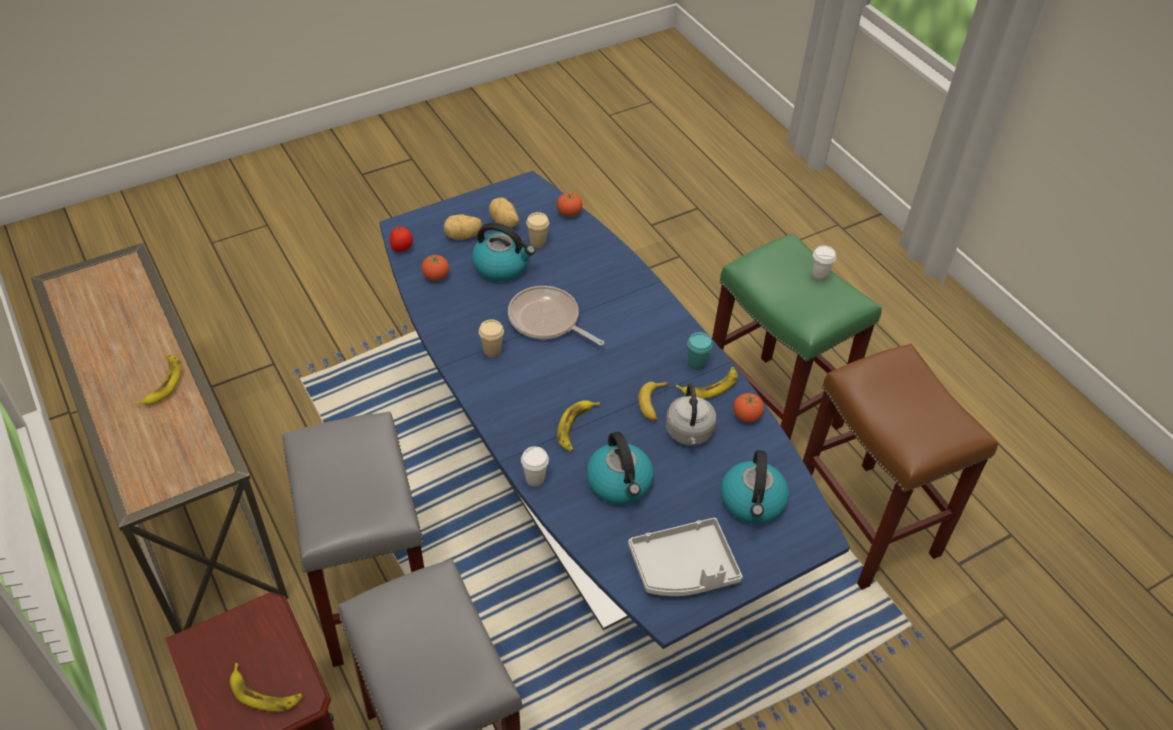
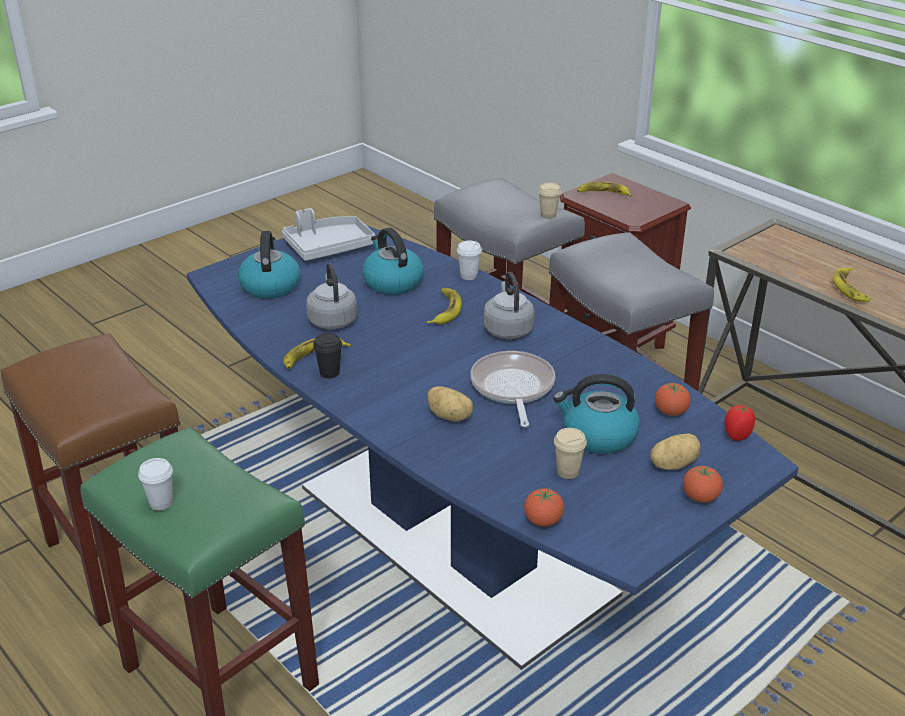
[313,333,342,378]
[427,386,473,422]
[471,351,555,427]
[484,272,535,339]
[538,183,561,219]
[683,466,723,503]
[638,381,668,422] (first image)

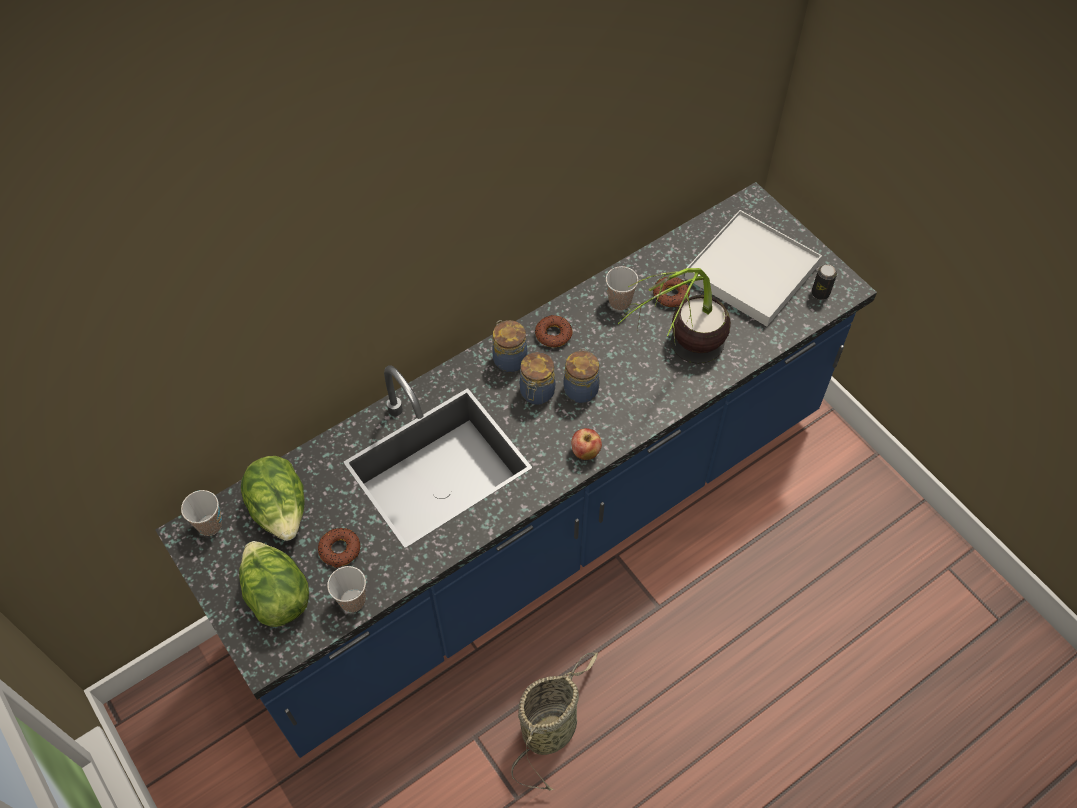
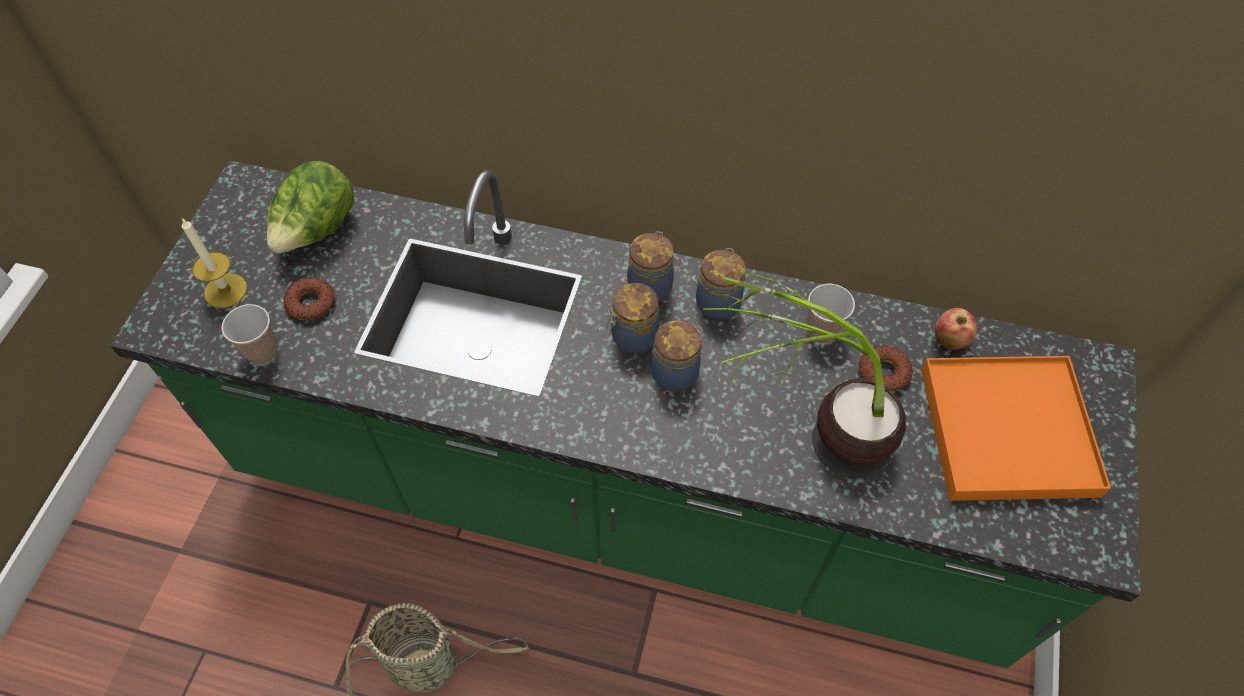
[110,160,1141,668]
[182,218,247,308]
[696,248,746,320]
[921,356,1111,501]
[935,308,977,350]
[181,490,222,536] (first image)
[811,265,837,300] (first image)

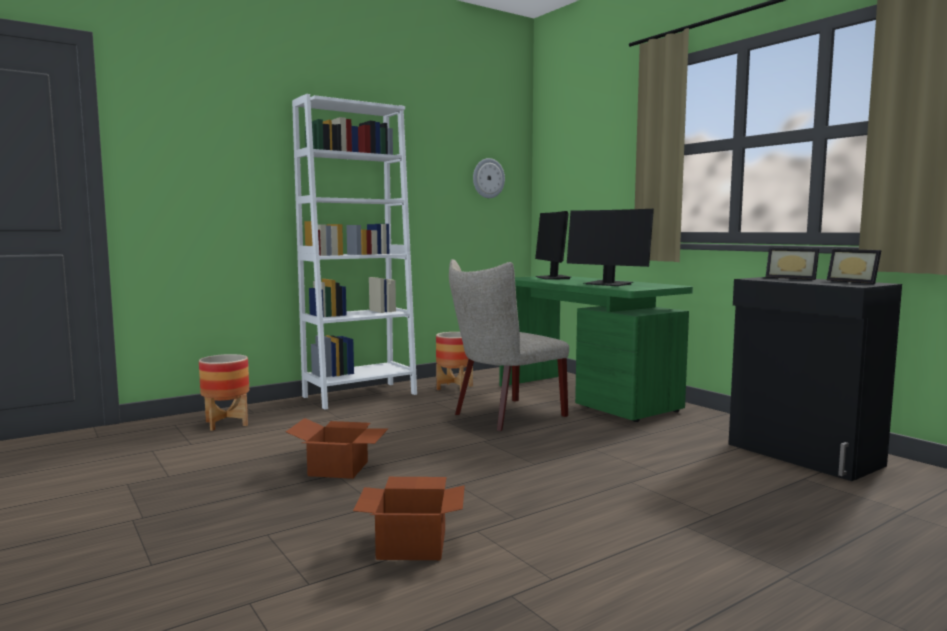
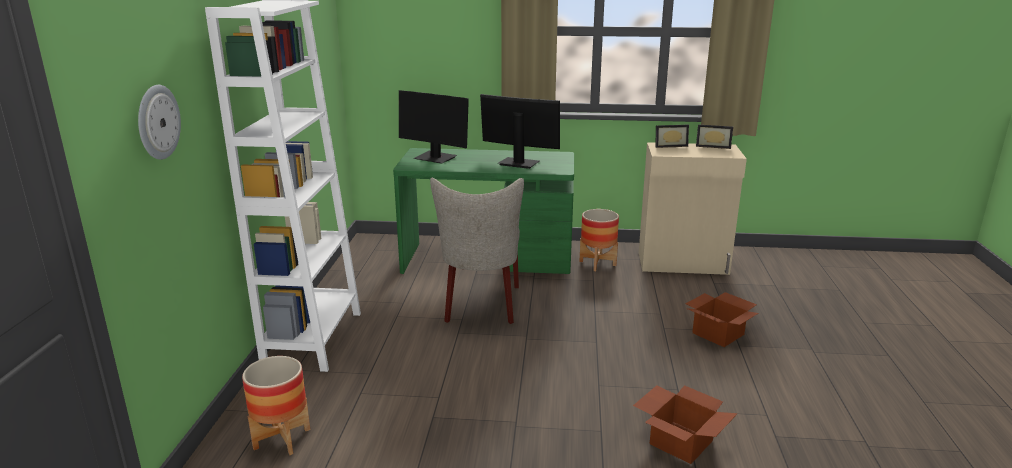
[138,85,181,160]
[480,94,560,169]
[579,209,619,271]
[639,142,747,275]
[685,292,759,347]

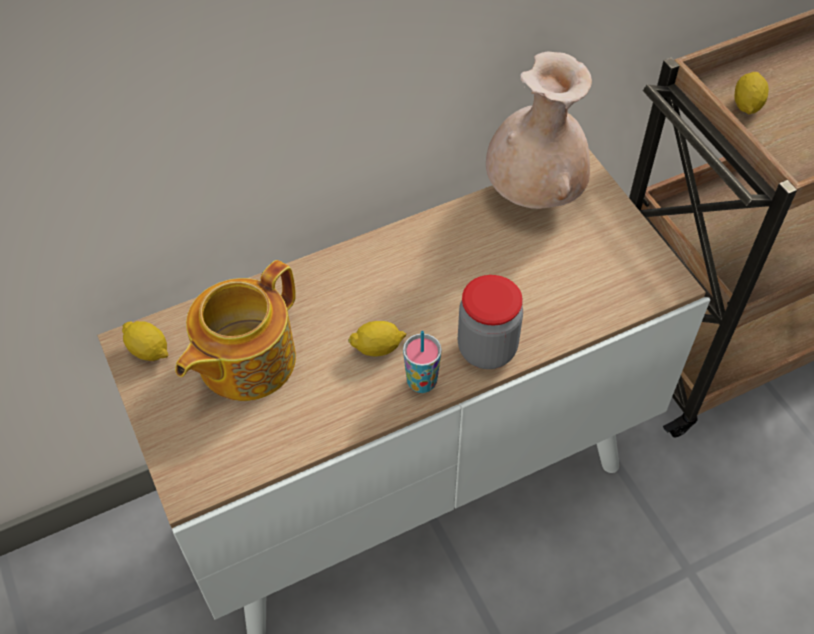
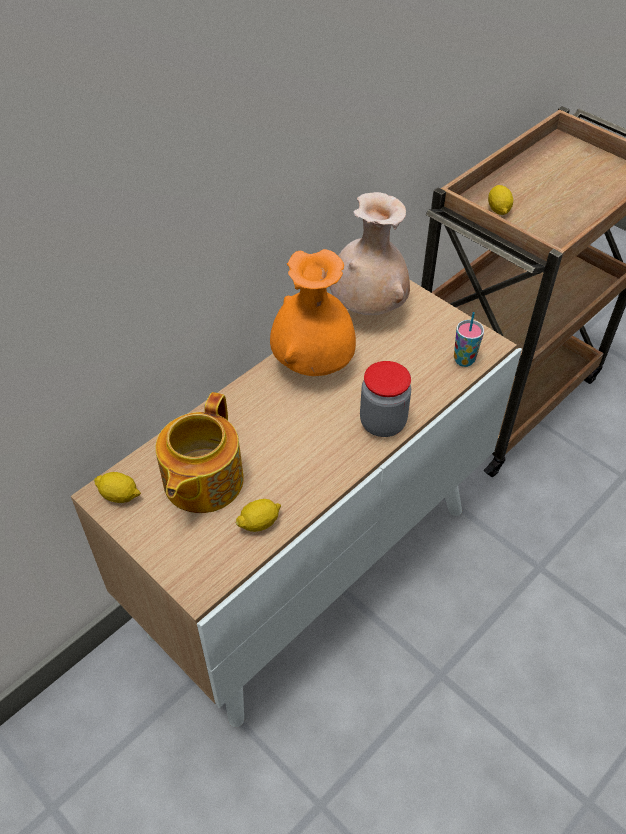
[236,499,281,532]
[270,249,356,376]
[454,312,484,367]

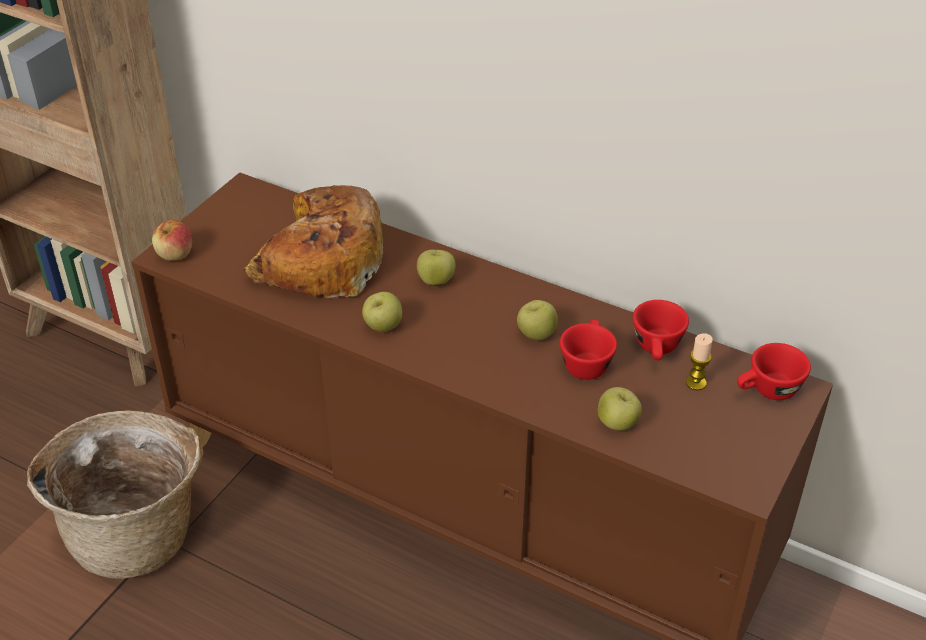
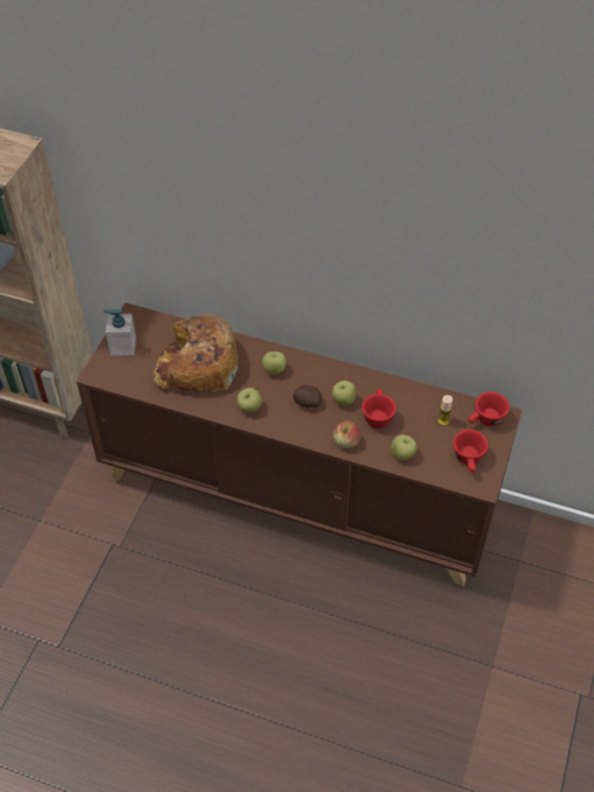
[103,309,136,356]
[293,385,322,407]
[333,421,360,449]
[453,429,488,472]
[27,410,204,579] (first image)

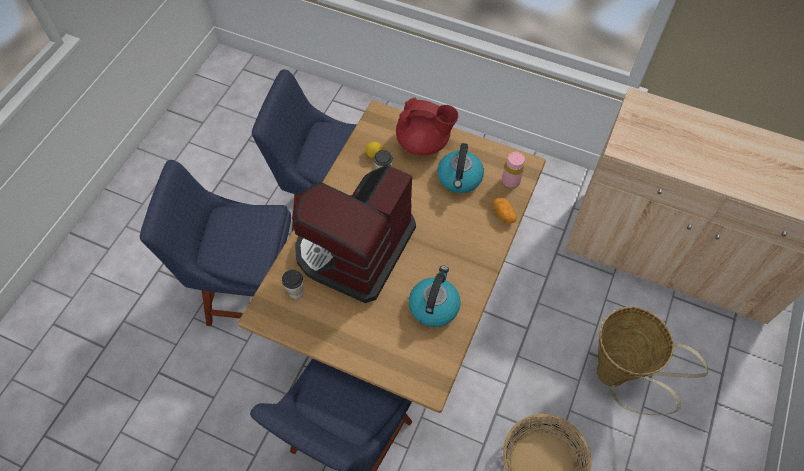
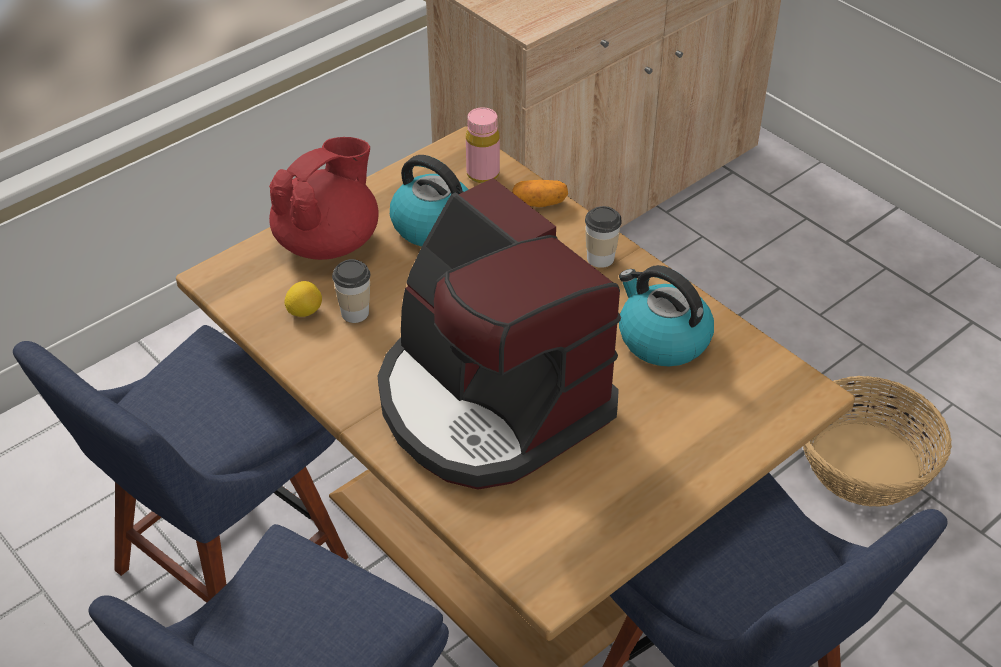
[585,206,622,268]
[597,307,709,415] (first image)

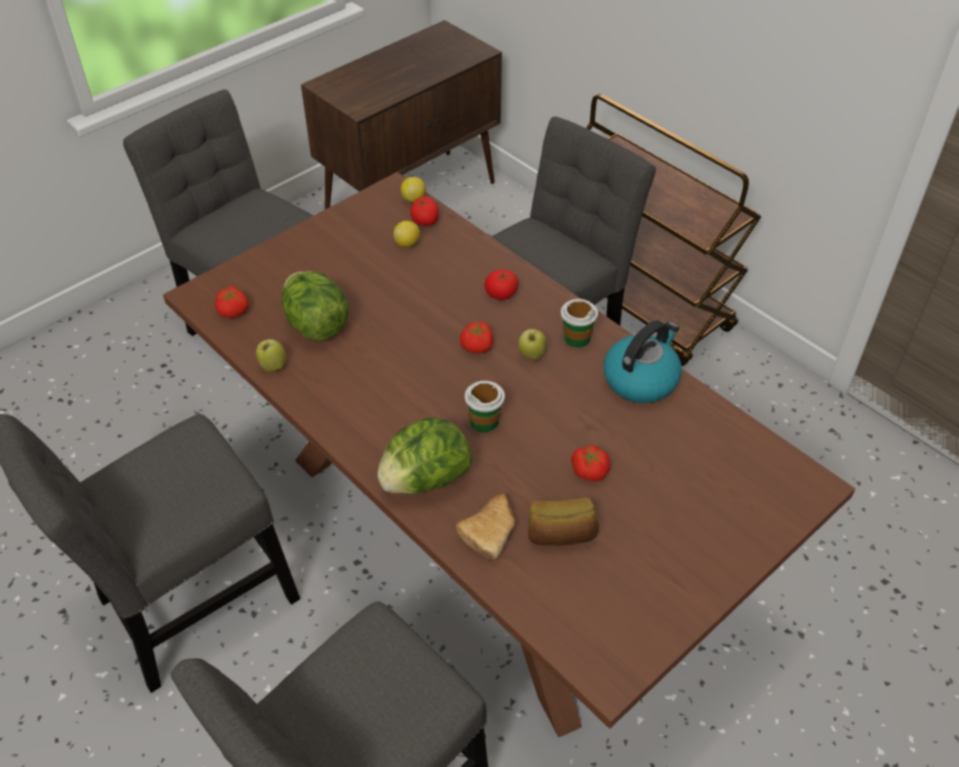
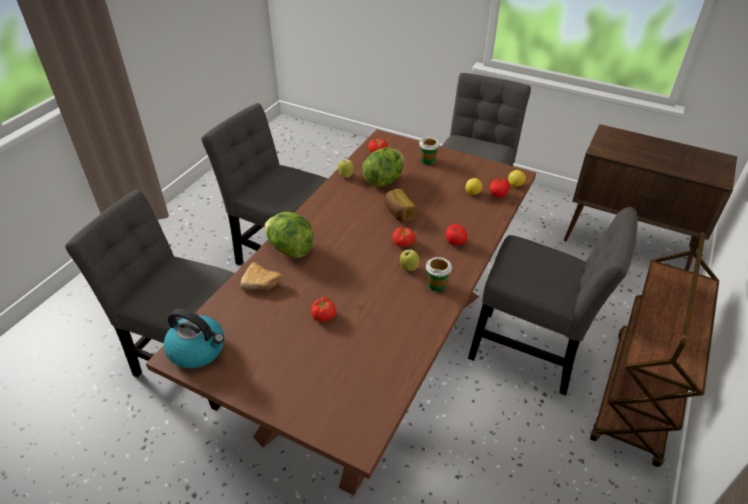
[164,309,224,368]
[384,189,416,222]
[419,137,440,165]

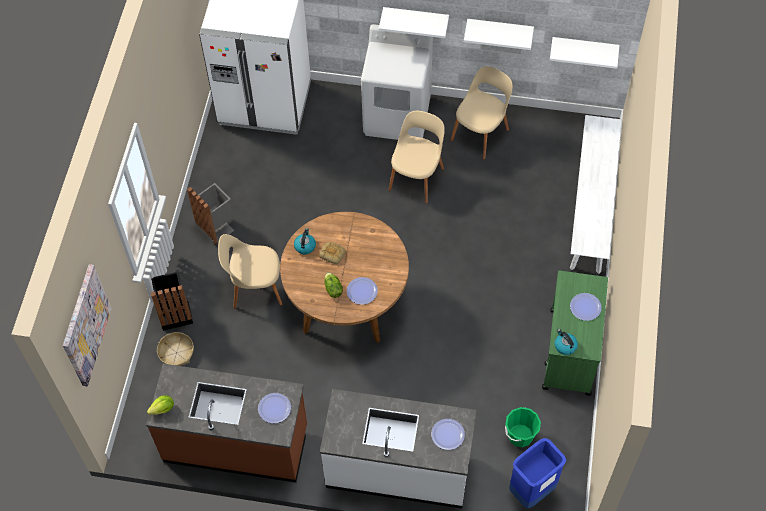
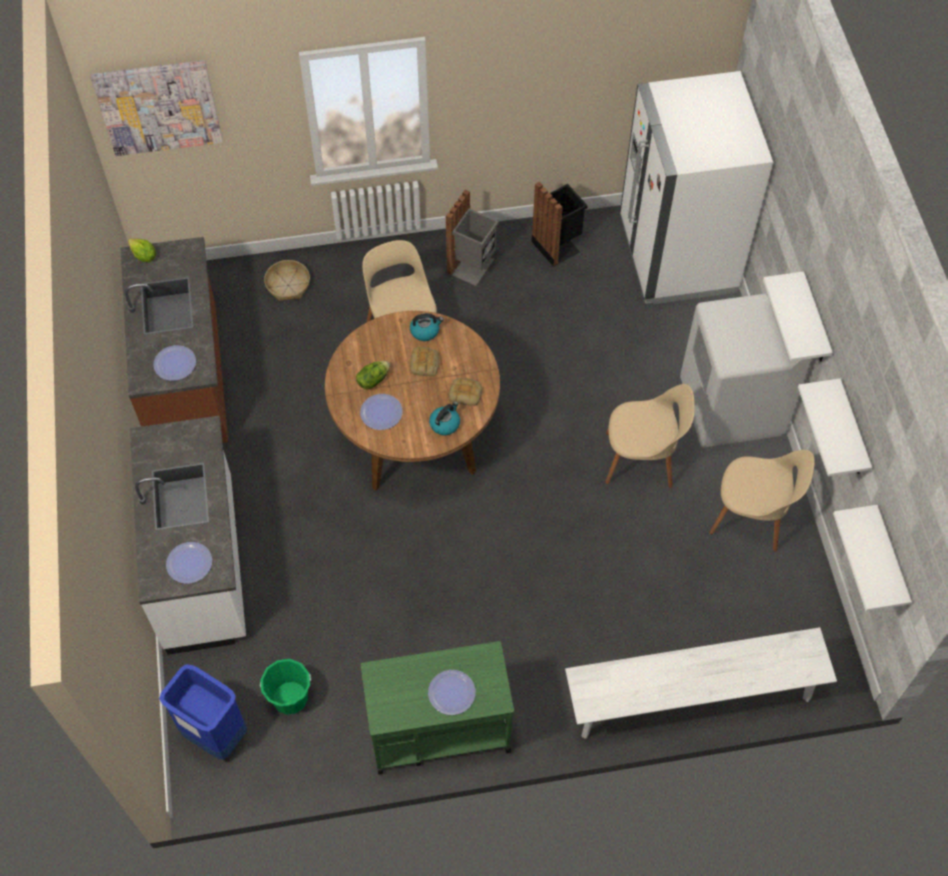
[429,401,460,435]
[449,378,482,406]
[531,182,588,267]

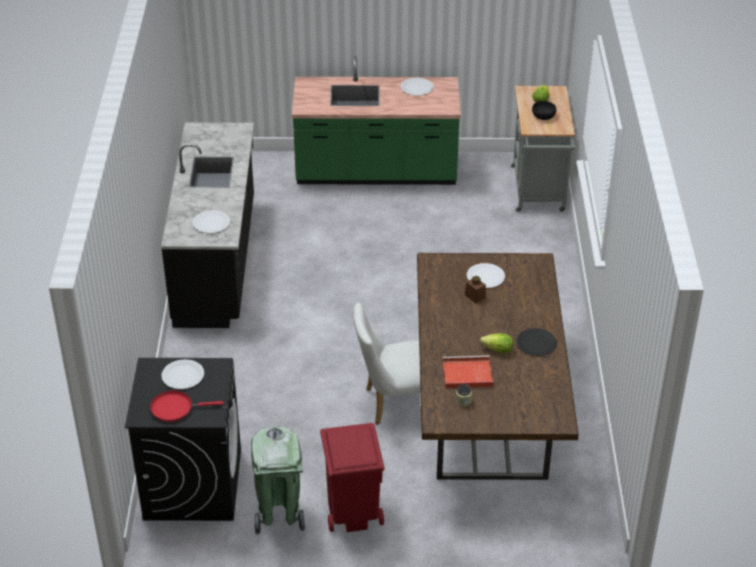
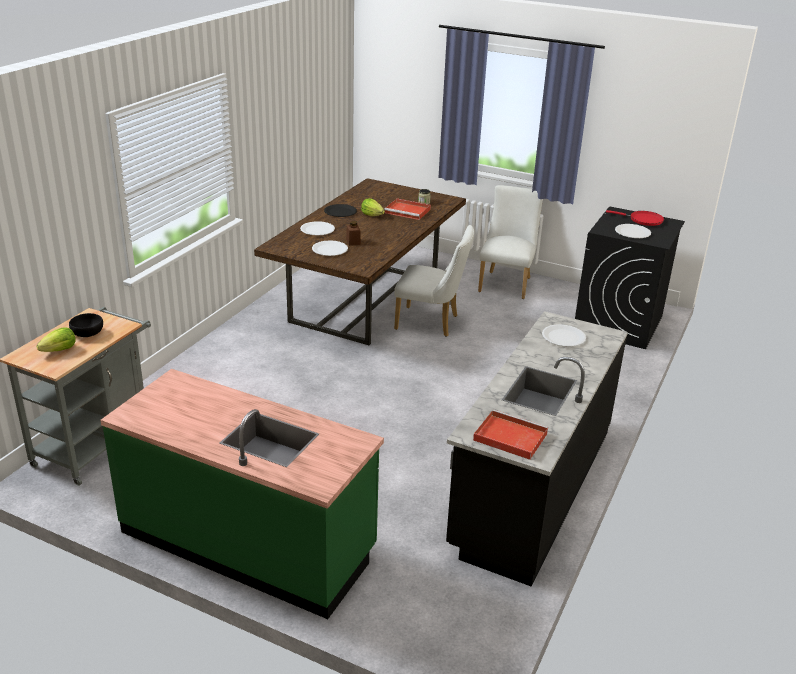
[300,221,335,235]
[473,410,548,460]
[478,185,543,299]
[251,427,305,535] (first image)

